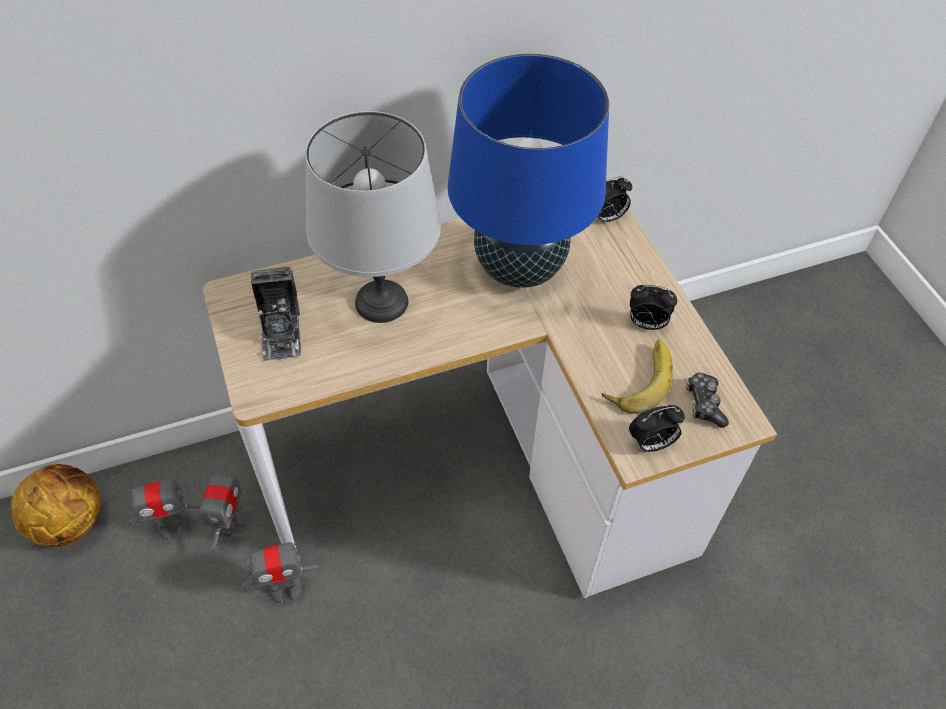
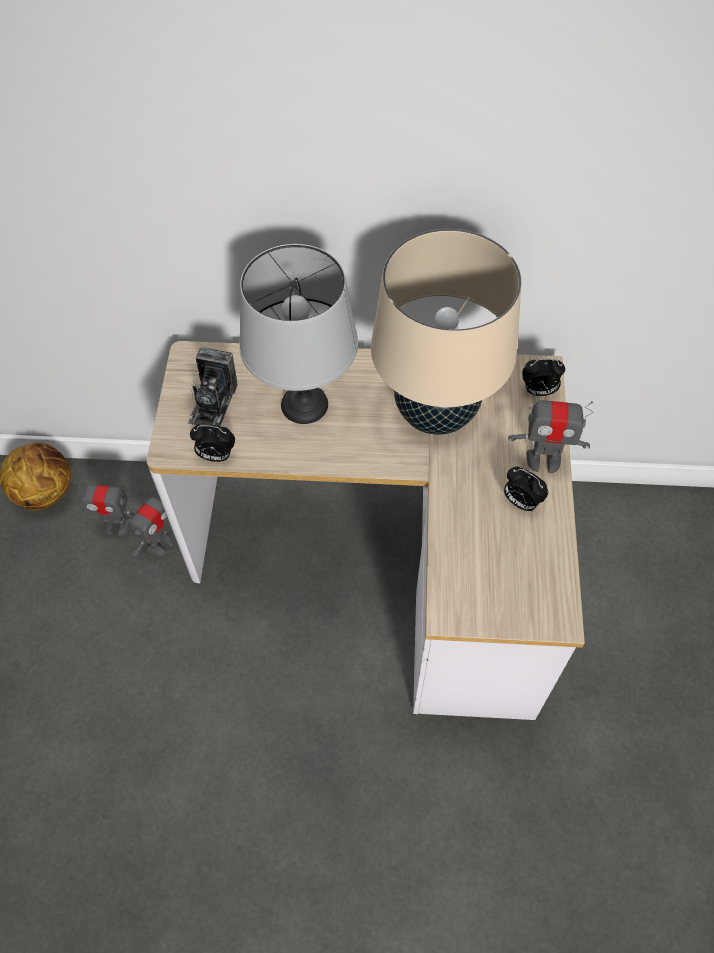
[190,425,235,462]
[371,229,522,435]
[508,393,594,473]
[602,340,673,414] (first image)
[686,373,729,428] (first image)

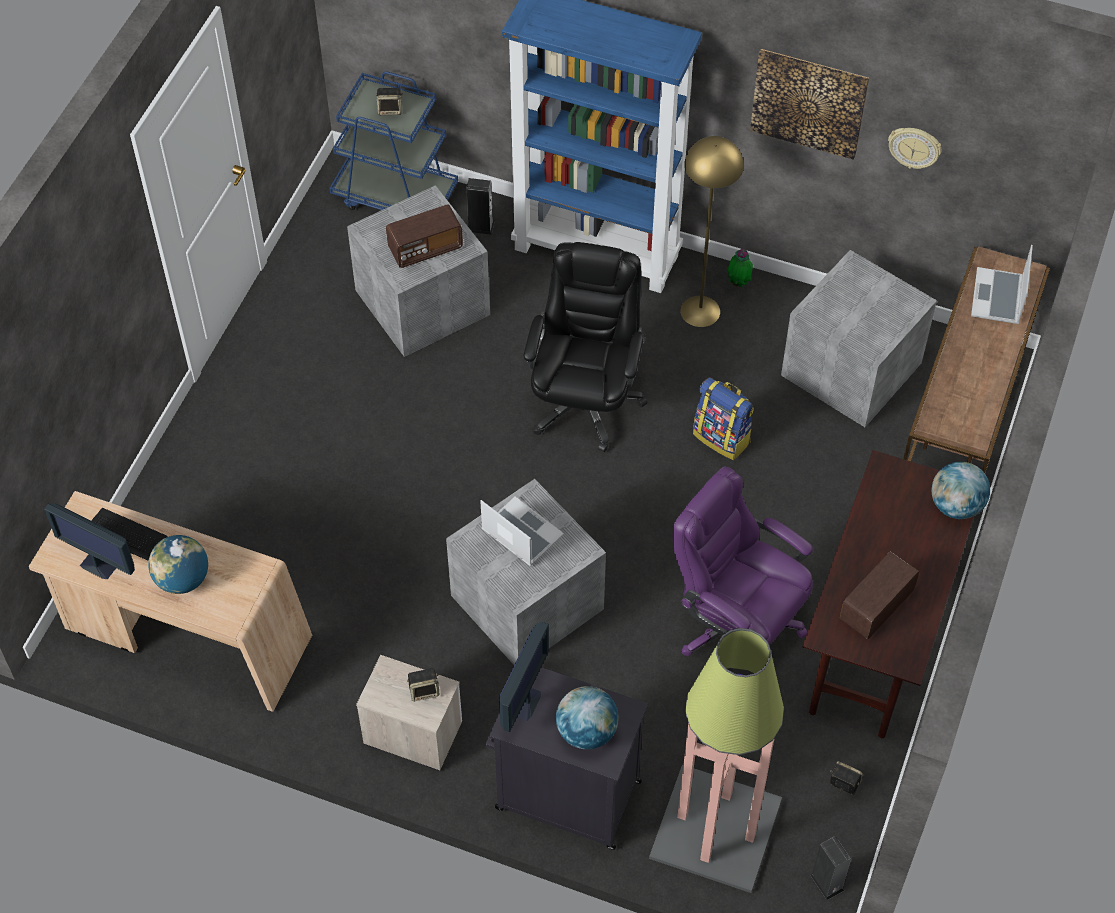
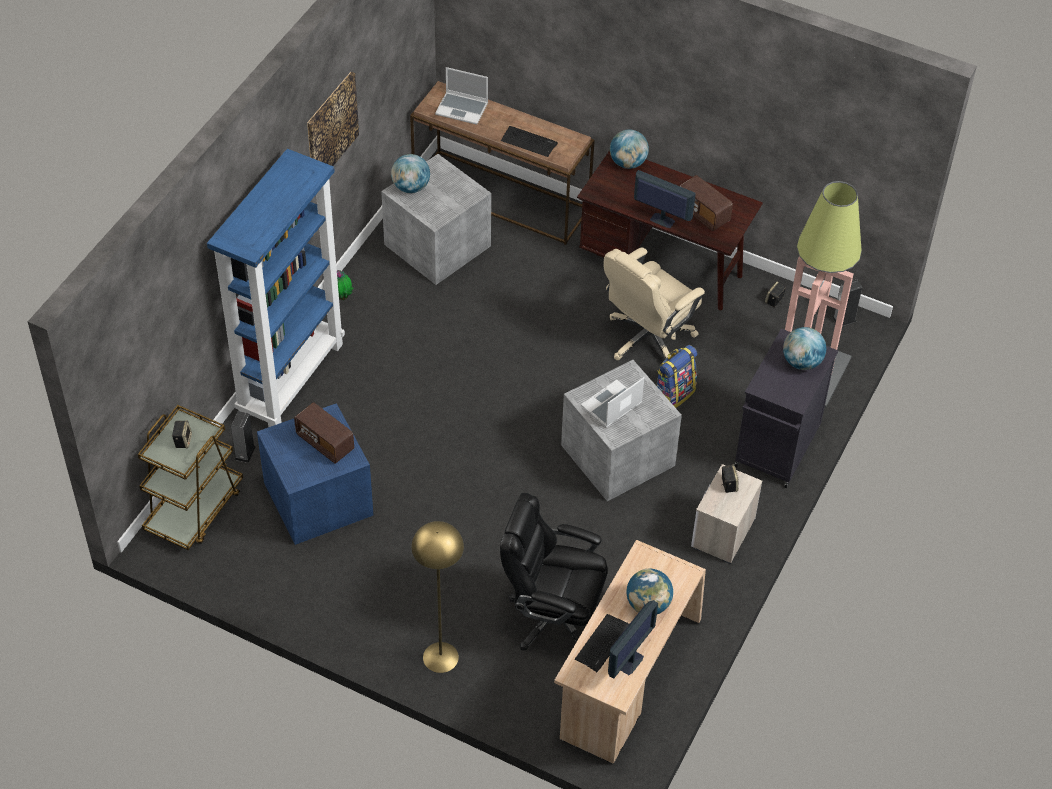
[138,405,243,550]
[257,403,373,545]
[294,402,354,464]
[391,154,430,193]
[411,521,464,673]
[500,493,608,651]
[501,126,558,157]
[604,247,705,360]
[634,170,696,228]
[657,345,697,408]
[888,128,941,169] (first image)

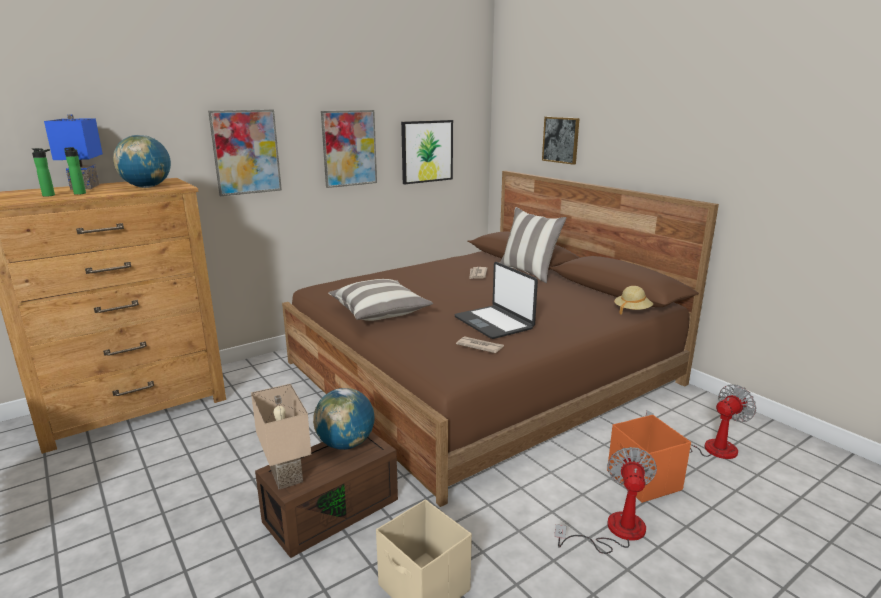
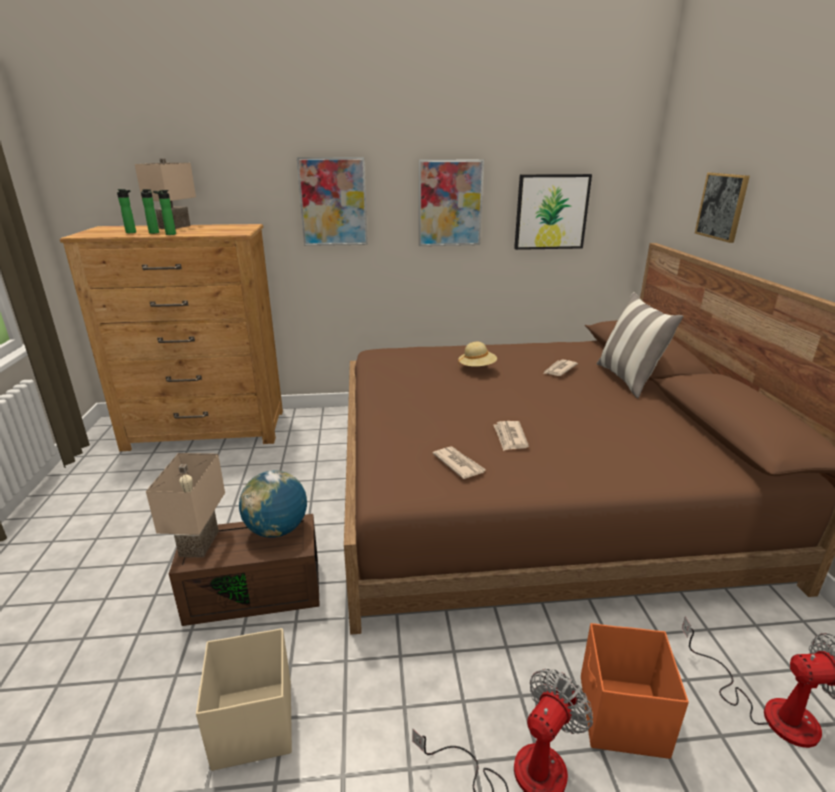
[135,158,196,229]
[153,190,176,235]
[458,342,497,368]
[494,421,529,451]
[113,135,171,188] (first image)
[328,279,433,321] (first image)

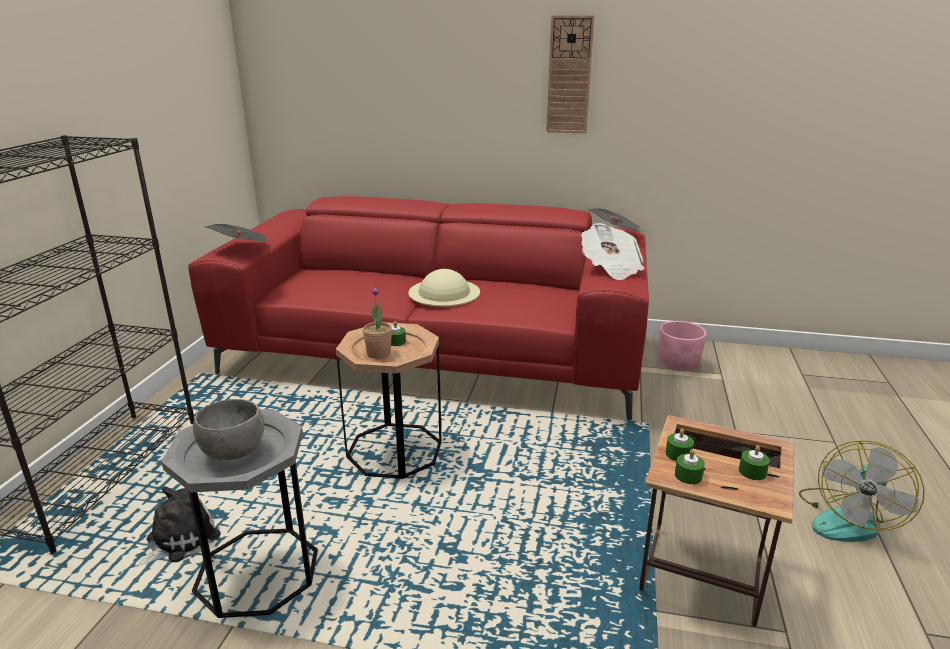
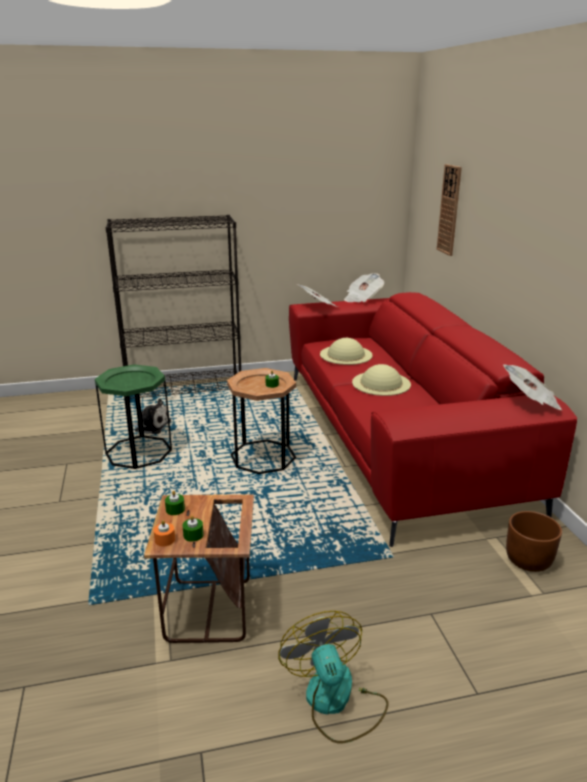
[95,364,172,469]
[154,520,175,546]
[278,611,388,744]
[320,338,373,365]
[344,273,384,302]
[437,164,462,256]
[506,511,562,572]
[193,399,264,460] (first image)
[363,287,392,359] (first image)
[666,428,694,461] (first image)

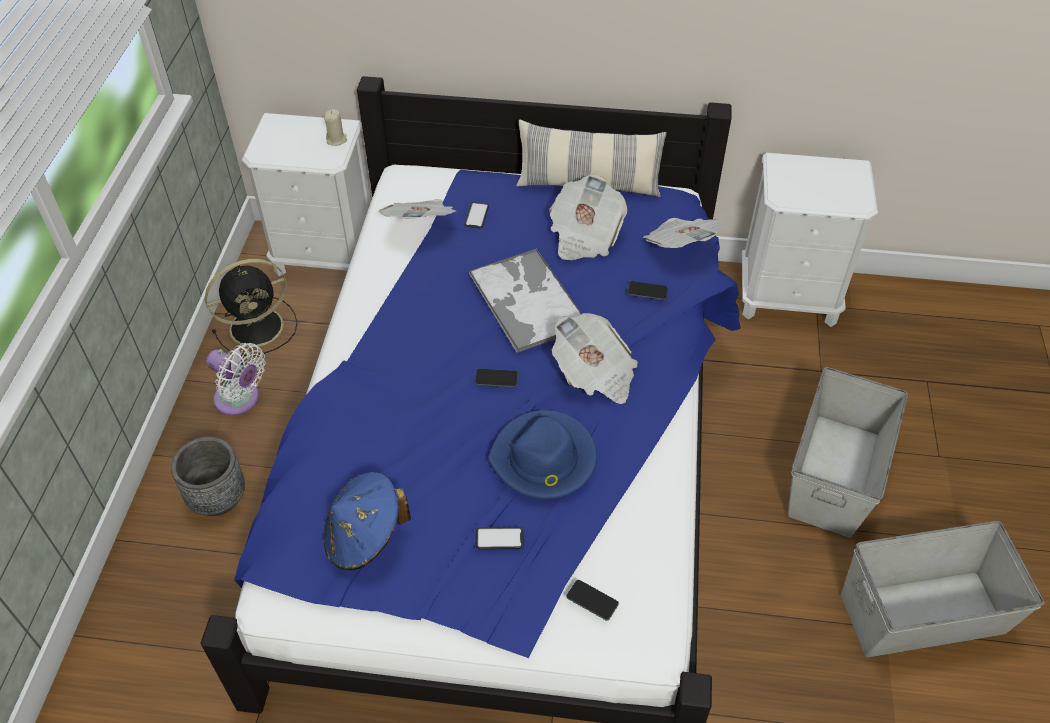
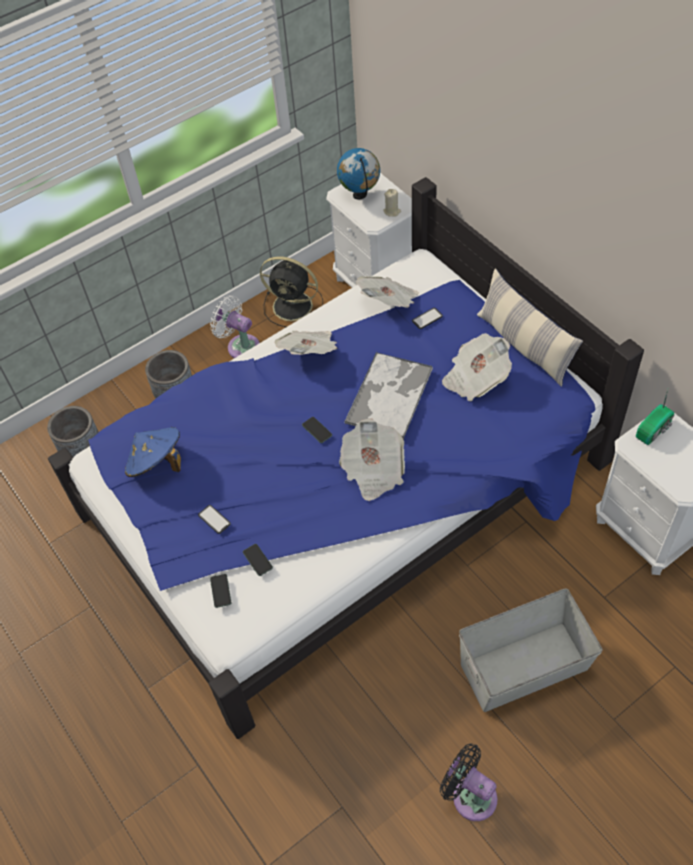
[47,406,99,457]
[210,296,259,358]
[243,544,273,576]
[275,331,337,355]
[337,148,380,200]
[440,744,498,821]
[636,389,675,445]
[488,410,597,499] (first image)

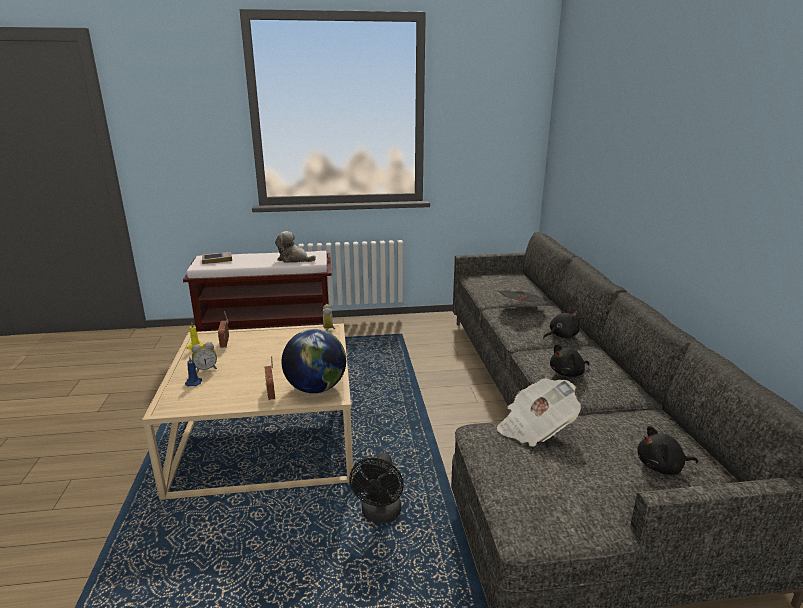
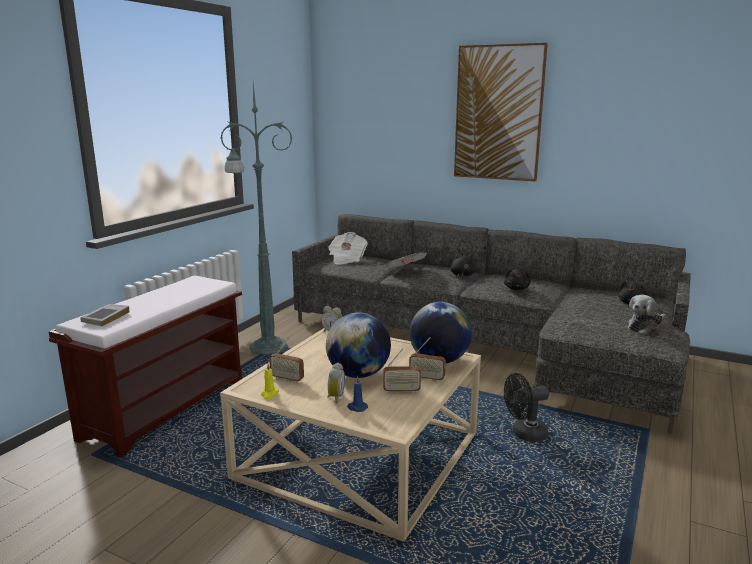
[220,83,293,355]
[326,313,391,378]
[328,232,368,265]
[383,348,421,394]
[454,43,548,181]
[504,373,549,442]
[628,295,666,335]

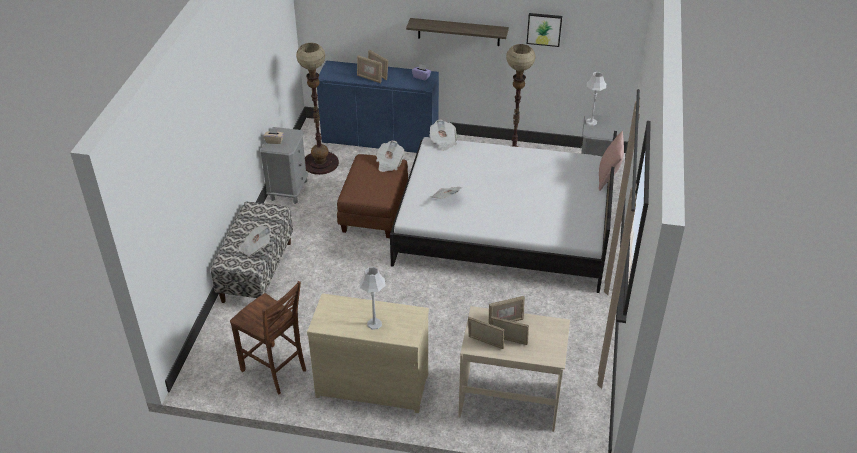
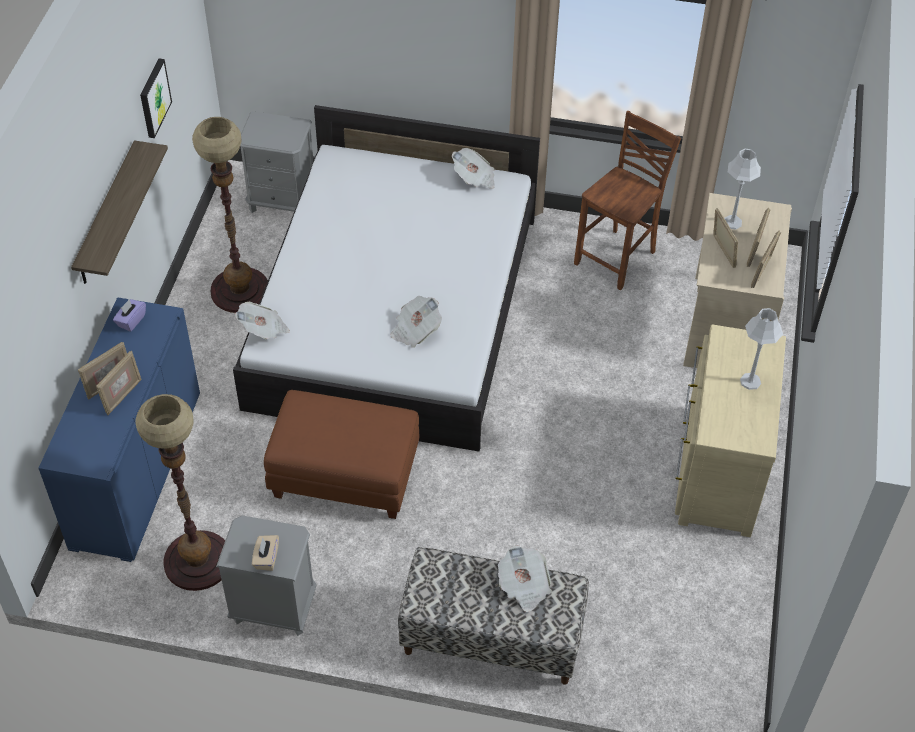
[452,148,495,189]
[574,111,681,290]
[724,149,761,230]
[599,131,624,191] (first image)

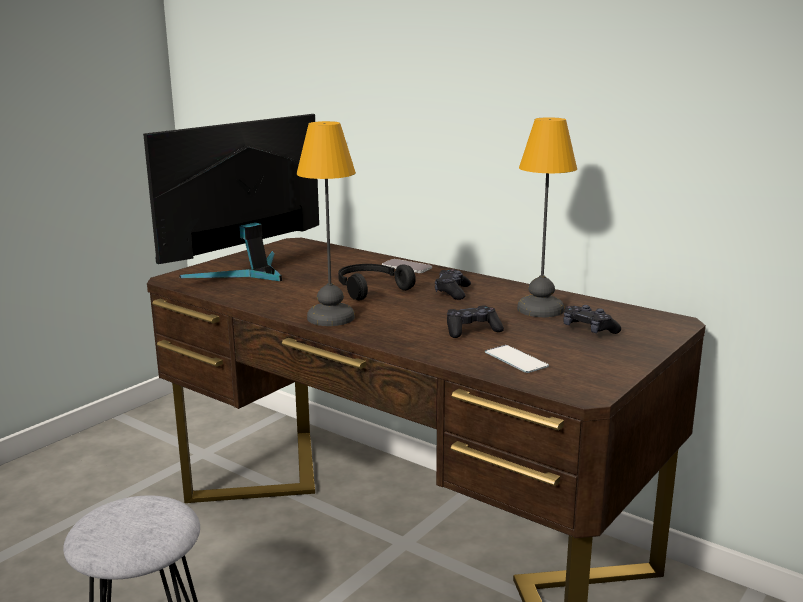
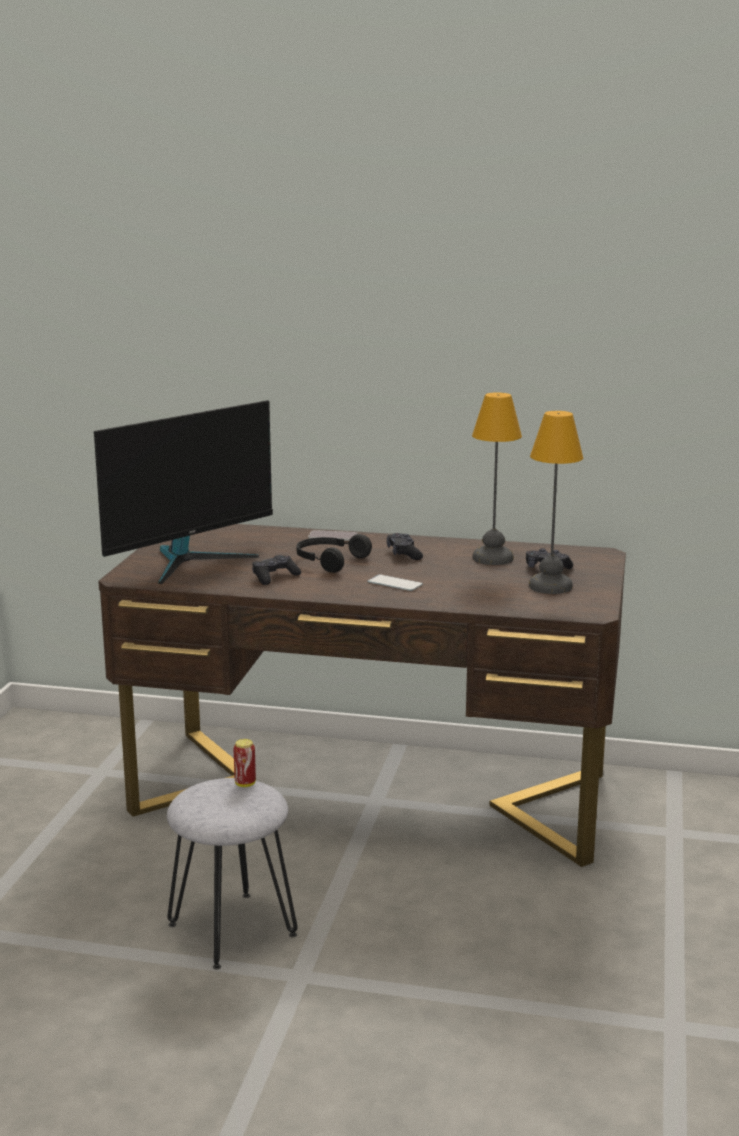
[94,400,273,584]
[233,739,256,787]
[252,555,301,585]
[367,574,423,591]
[529,411,583,594]

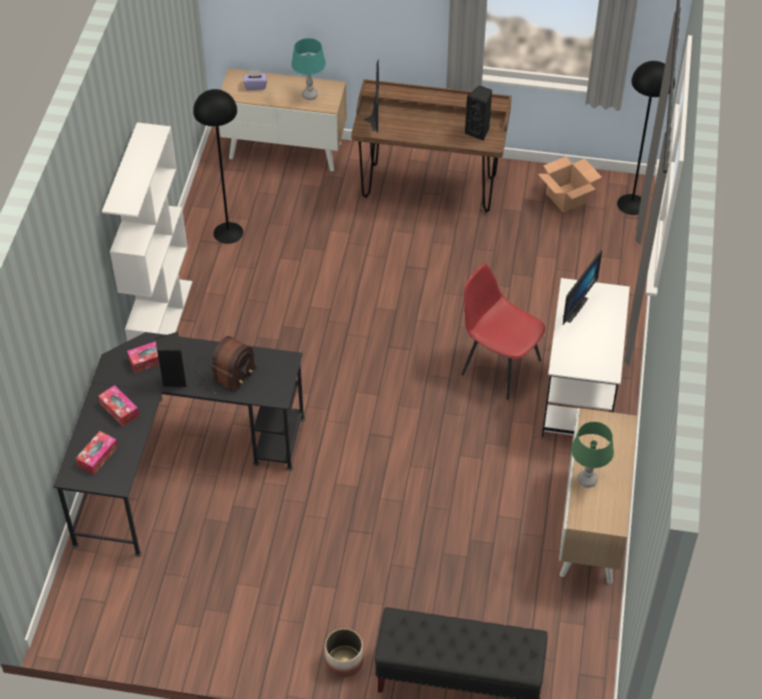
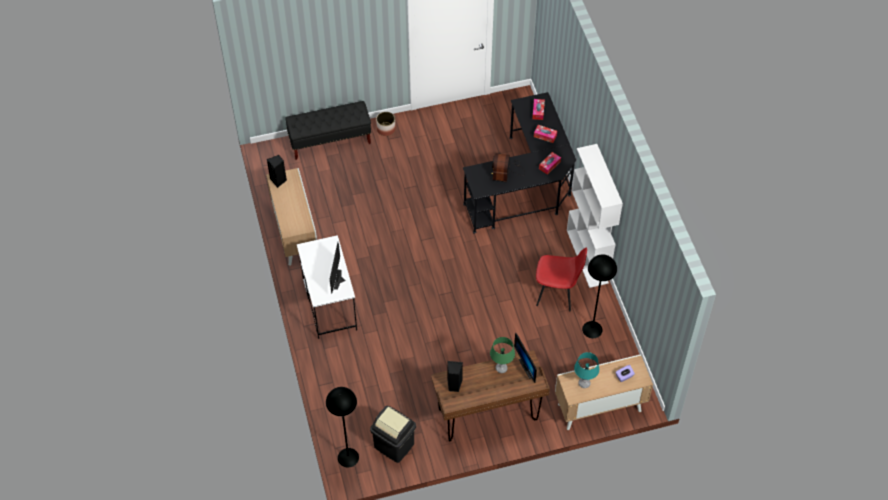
[267,155,287,188]
[370,406,416,463]
[490,337,515,373]
[536,247,587,311]

